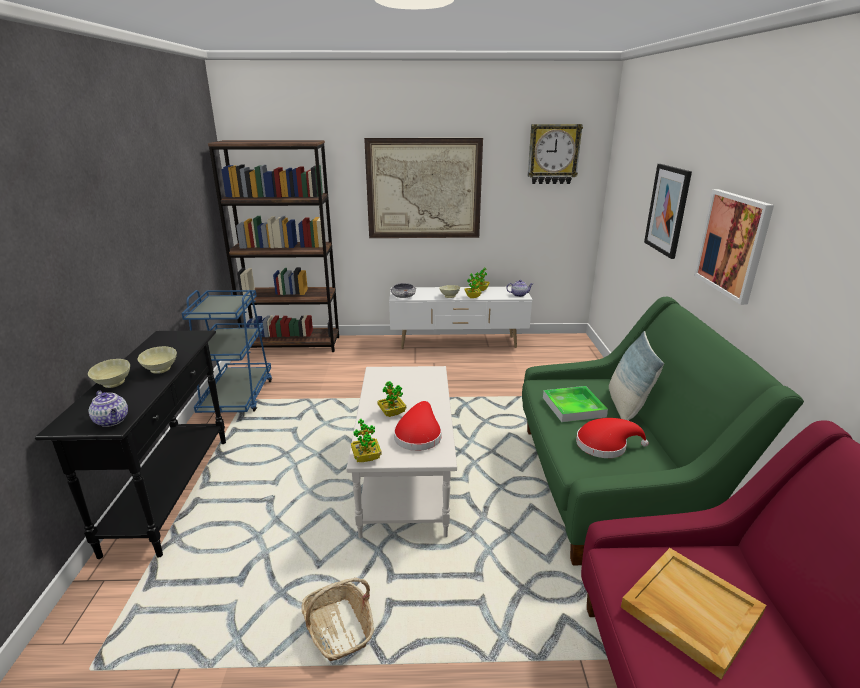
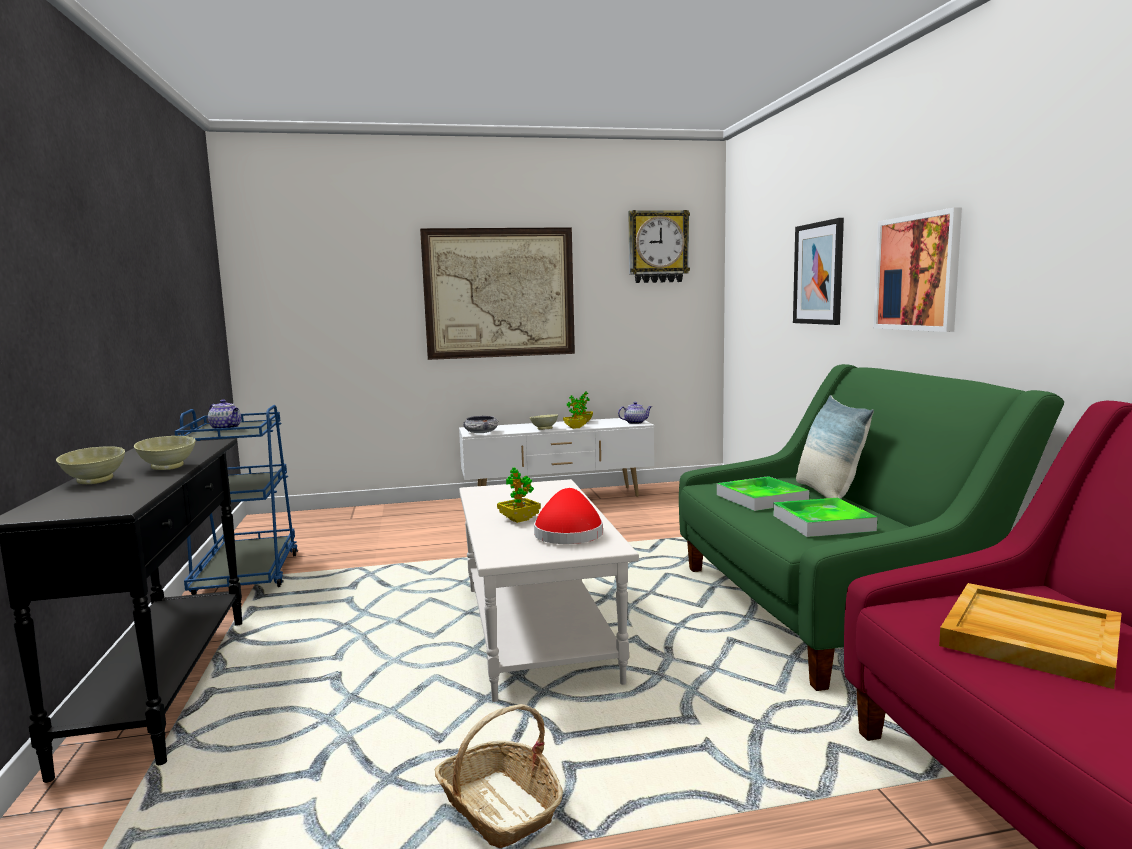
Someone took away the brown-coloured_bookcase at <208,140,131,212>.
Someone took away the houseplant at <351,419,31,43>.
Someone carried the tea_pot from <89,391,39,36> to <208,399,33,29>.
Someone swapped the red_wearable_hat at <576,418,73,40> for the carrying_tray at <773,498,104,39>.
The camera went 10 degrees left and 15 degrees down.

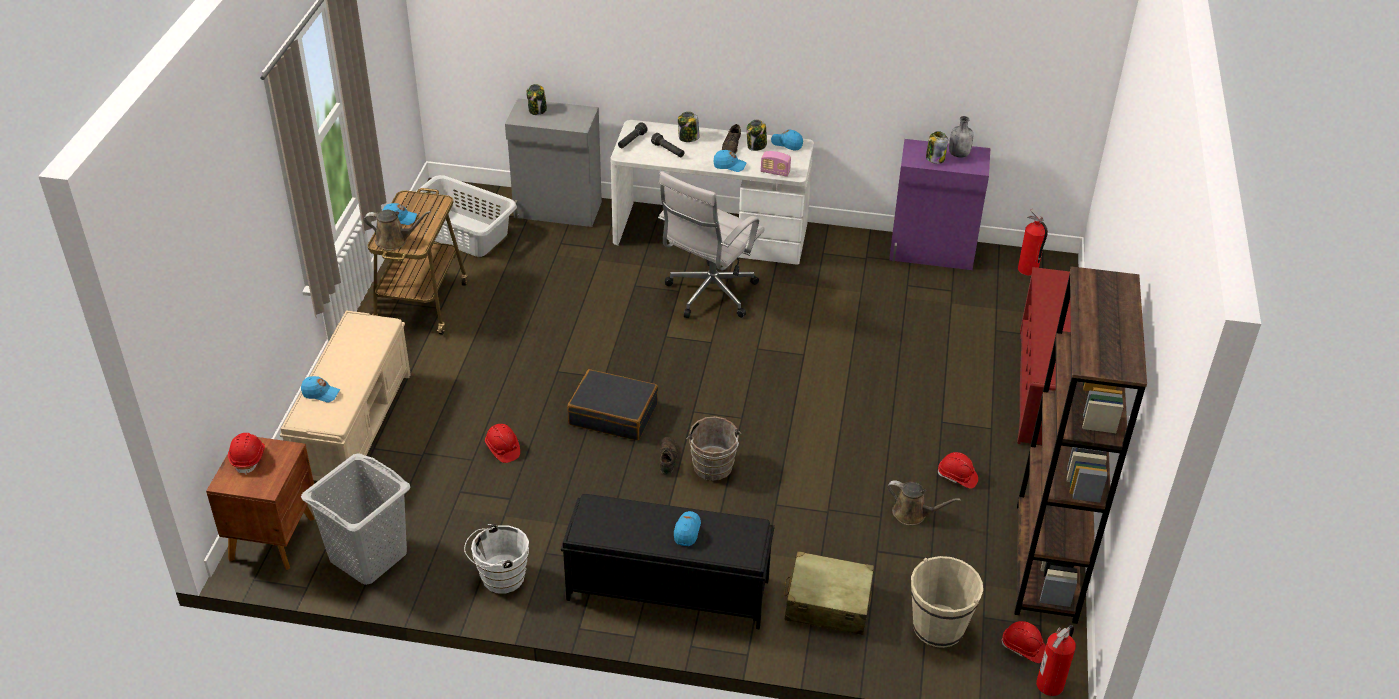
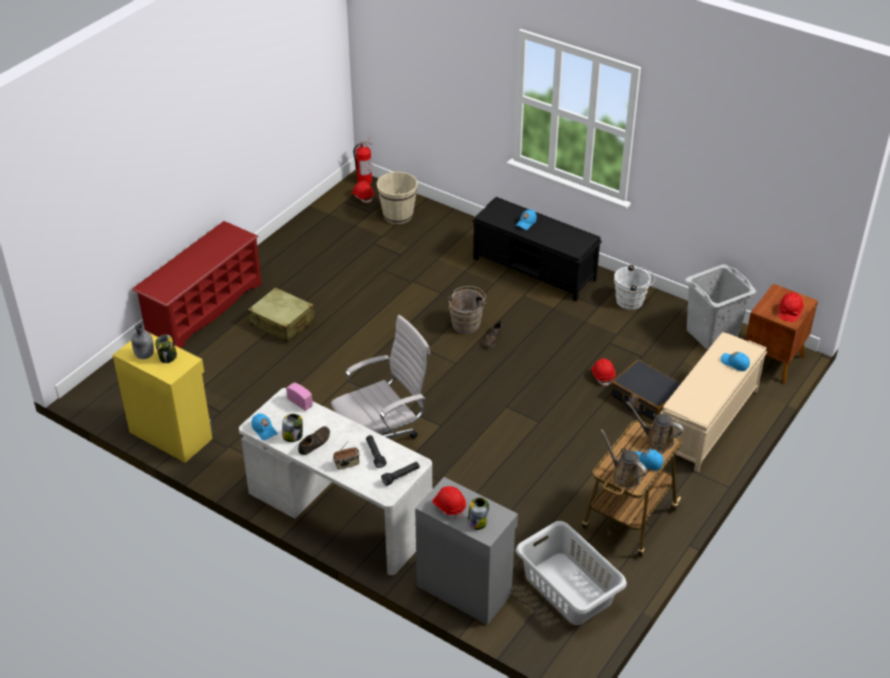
Someone took away the blue_peaked_cap at <714,150,33,22>.
Someone took away the brown-coloured_bookcase at <1014,266,133,358>.
Someone took away the extinguisher at <1018,209,30,67>.
Someone carried the black_travel_case from <567,369,91,71> to <611,360,70,61>.
Someone carried the sand-coloured_travel_case from <784,551,90,84> to <248,287,67,55>.
Someone carried the brown-coloured_watering_can from <887,480,74,45> to <601,429,46,59>.
Someone carried the red_safety_helmet from <937,452,41,37> to <432,486,34,33>.
Someone swapped the preserve_jar at <678,112,21,30> for the radio at <333,442,27,28>.
Someone repainted the purple-coloured_storage_cabinet at <889,139,101,131>, which became the yellow_storage_cabinet at <113,330,100,133>.
The camera went 155 degrees left and 0 degrees up.

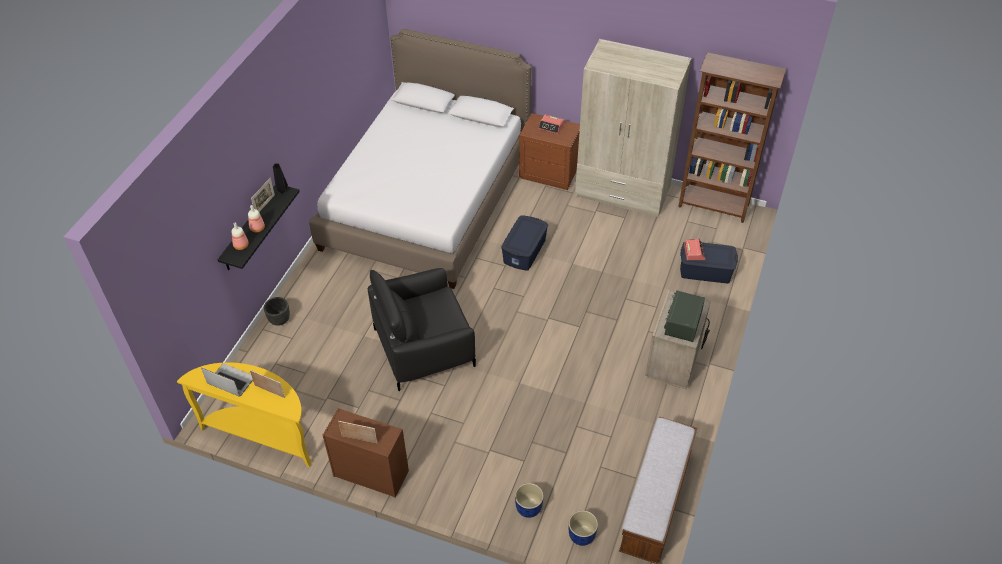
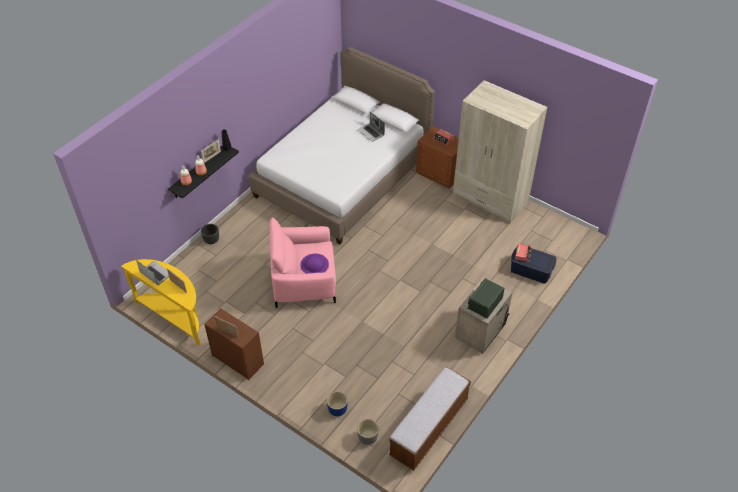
Someone took away the blue_storage_box at <501,215,47,56>.
Someone took away the brown-coloured_bookcase at <678,52,108,171>.
Someone put down the purple-coloured_wearable_hat at <300,254,29,20>.
Someone put down the laptop at <358,112,27,30>.
Someone repainted the black_lounge_chair at <368,268,108,123>, which became the pinkish_lounge_chair at <270,218,66,90>.
Someone repainted the blue_planter at <569,510,29,36>, which became the greyish_planter at <357,419,21,26>.
The camera went 15 degrees right and 0 degrees up.

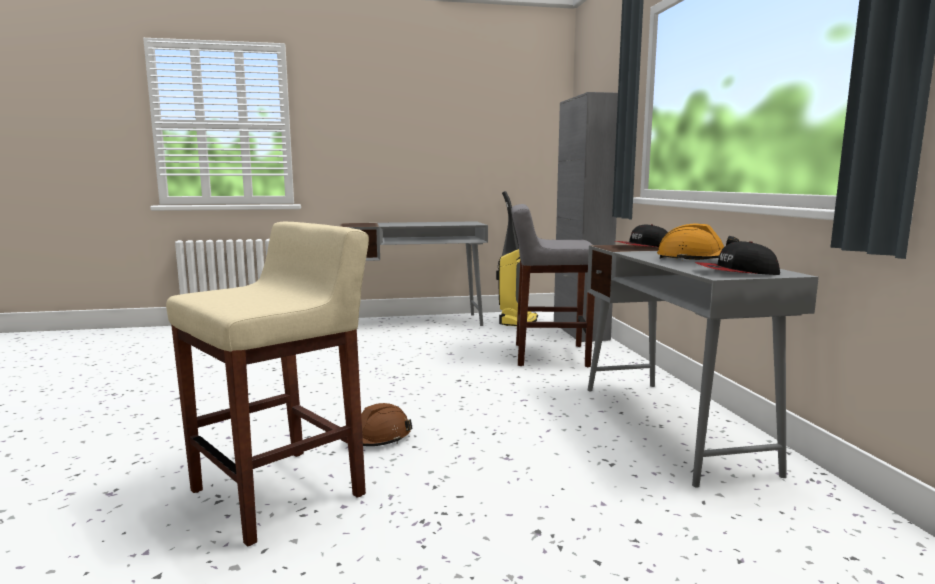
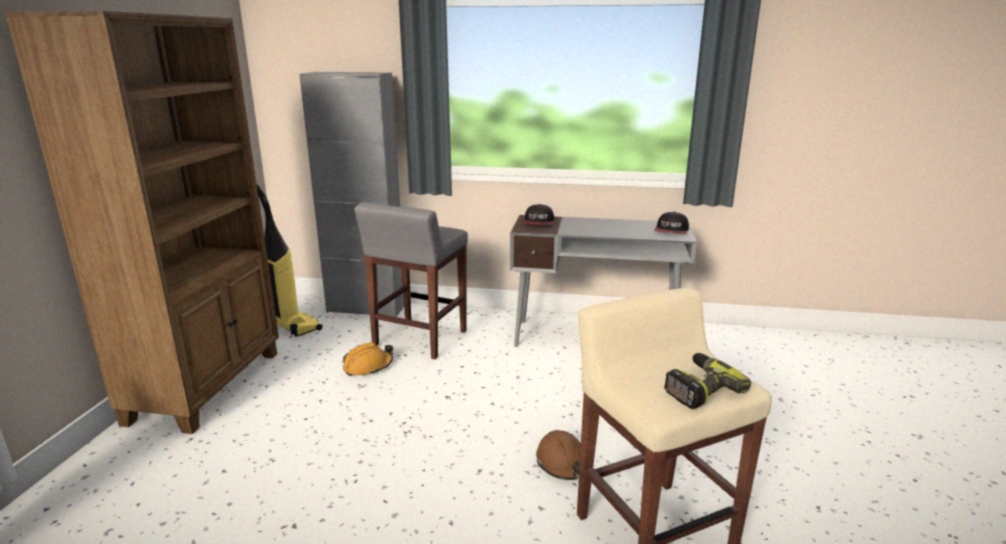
Someone put down the power_drill at <664,353,87,56>.
Someone carried the orangey_safety_helmet from <657,224,82,37> to <343,342,50,34>.
Someone swapped the greyish_desk_table at <339,221,149,105> for the brown-coloured_bookcase at <4,11,275,423>.
The camera went 70 degrees left and 10 degrees up.

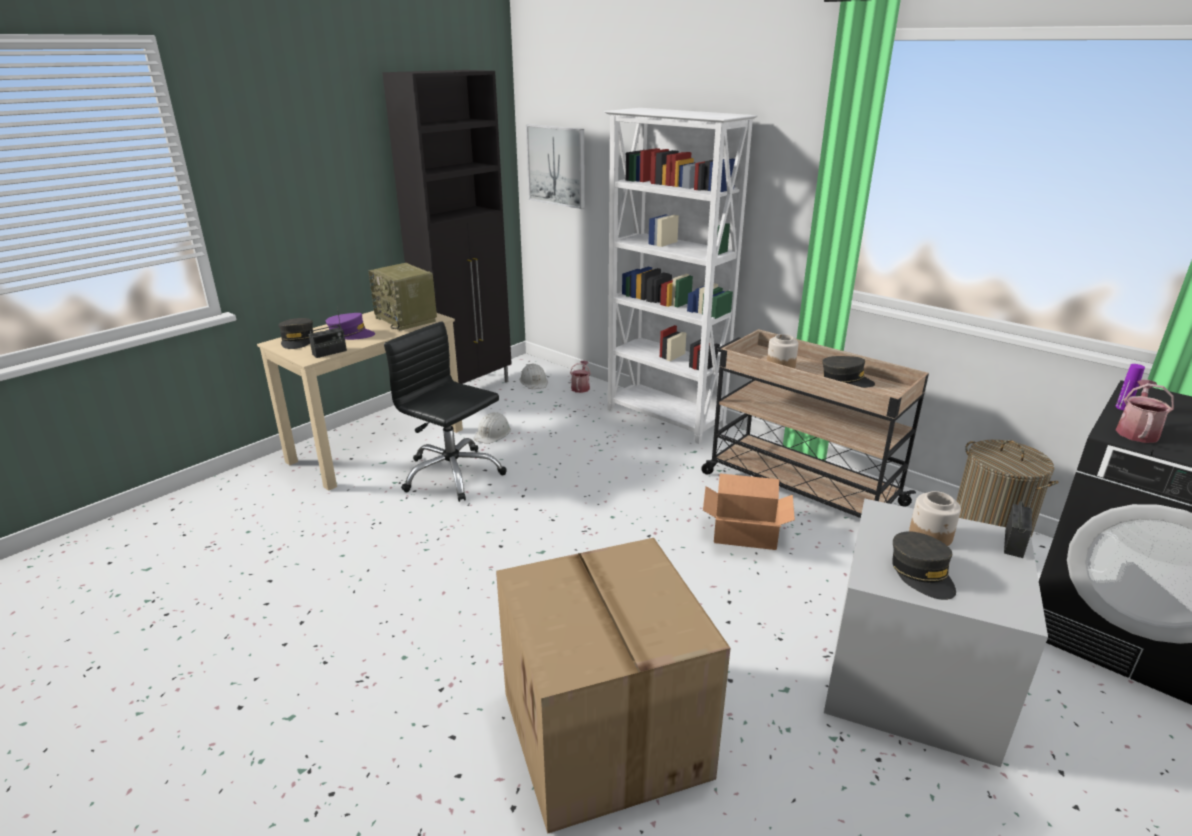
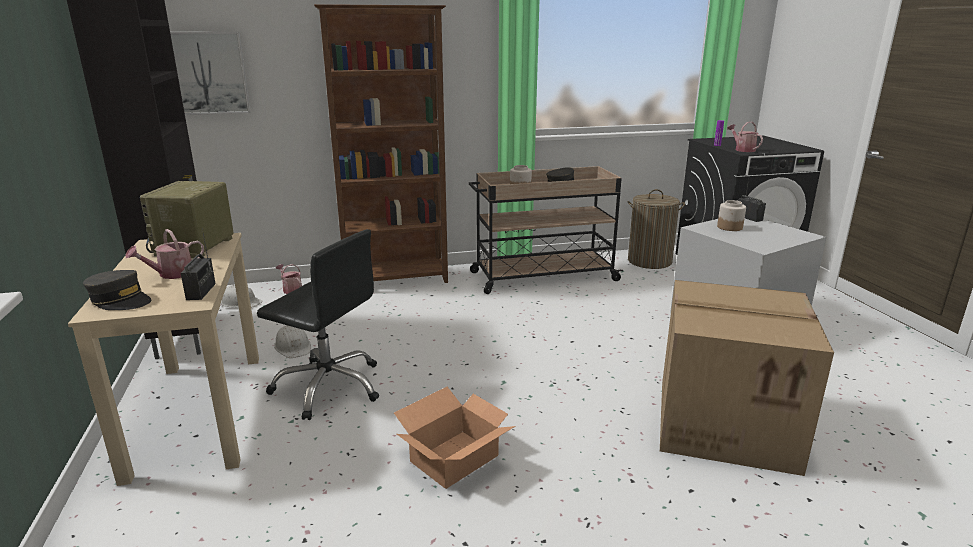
Someone took away the greyish_peaked_cap at <892,531,64,69>.
Someone carried the packing_box from <703,474,92,76> to <394,387,121,102>.
Someone swapped the purple-coloured_peaked_cap at <326,313,49,27> for the watering_can at <125,229,79,50>.
Someone repainted the whitish_bookcase at <604,108,154,336>, which became the brown-coloured_bookcase at <314,4,134,279>.
Someone rotated the radio at <368,263,69,68> by 105 degrees clockwise.
Someone rotated the black_computer_chair at <384,321,123,181> by 135 degrees counterclockwise.
The camera went 55 degrees left and 5 degrees down.

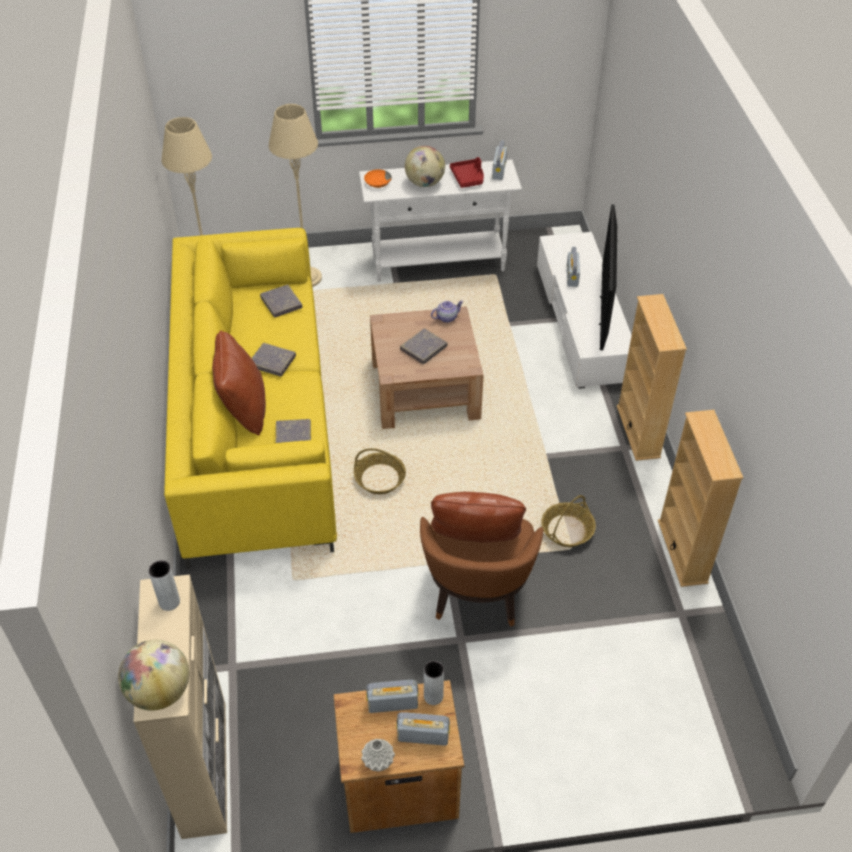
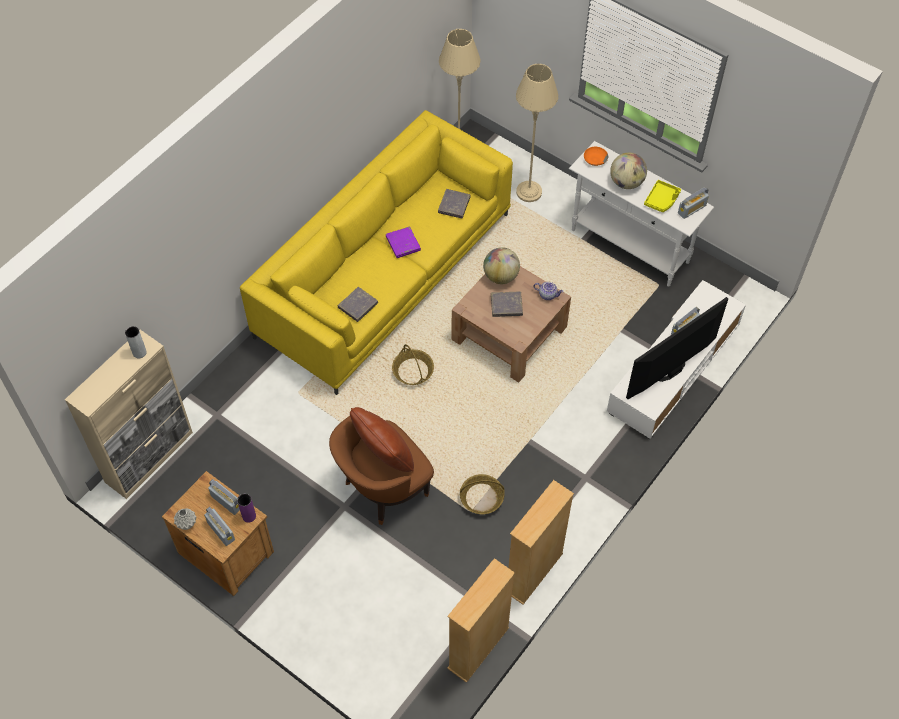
Someone took away the brown-coloured_throw_pillow at <212,330,54,105>.
Someone carried the desk_globe from <118,640,71,71> to <483,247,37,37>.
Someone carried the sand-coloured_bookcase from <617,294,70,167> to <447,558,68,125>.
Someone repainted the greyish_volume at <252,343,44,33>, which became the purple-coloured_volume at <386,226,35,32>.
Someone repainted the greyish_flower_vase at <424,661,20,44>, which became the purple-coloured_flower_vase at <237,494,19,29>.
Someone repainted the red_carrying_tray at <450,157,34,31>, which became the yellow_carrying_tray at <644,180,37,32>.
The camera went 45 degrees right and 10 degrees up.

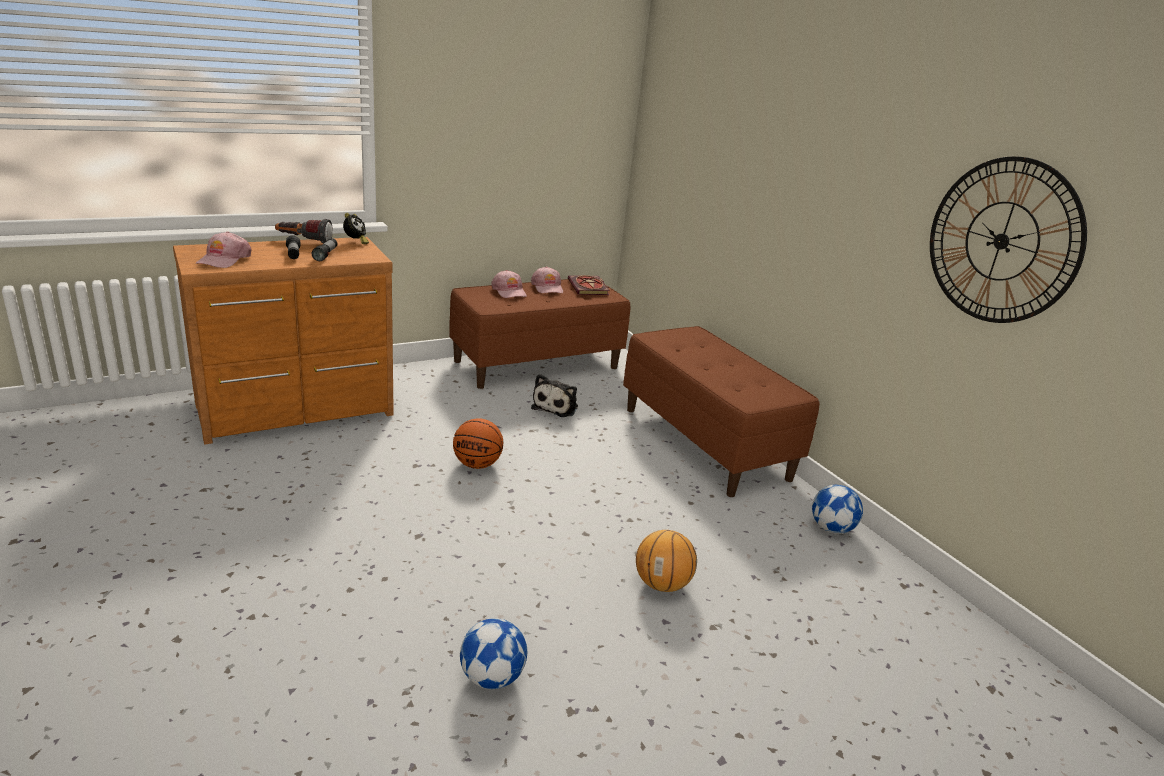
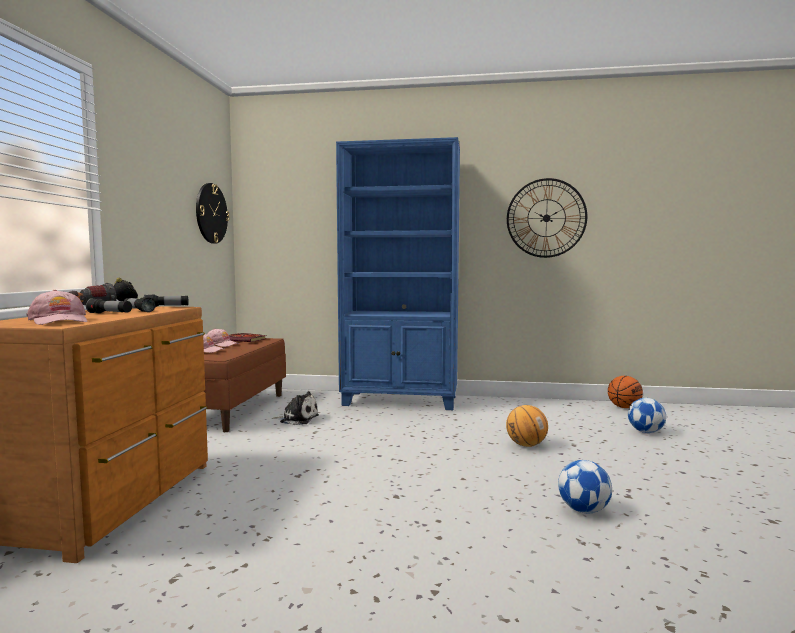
Someone put down the torch at <144,294,44,13>.
Someone put up the hanging_clock at <196,183,34,61>.
Someone carried the basketball from <453,418,50,51> to <608,376,35,32>.
Someone carried the football_ball from <812,485,51,49> to <628,398,38,35>.
Someone swapped the brown-coloured_long_seat at <623,326,196,171> for the blue_bookcase at <336,137,124,273>.
Someone rotated the soft_toy at <531,374,47,43> by 45 degrees counterclockwise.
The camera went 50 degrees left and 20 degrees down.

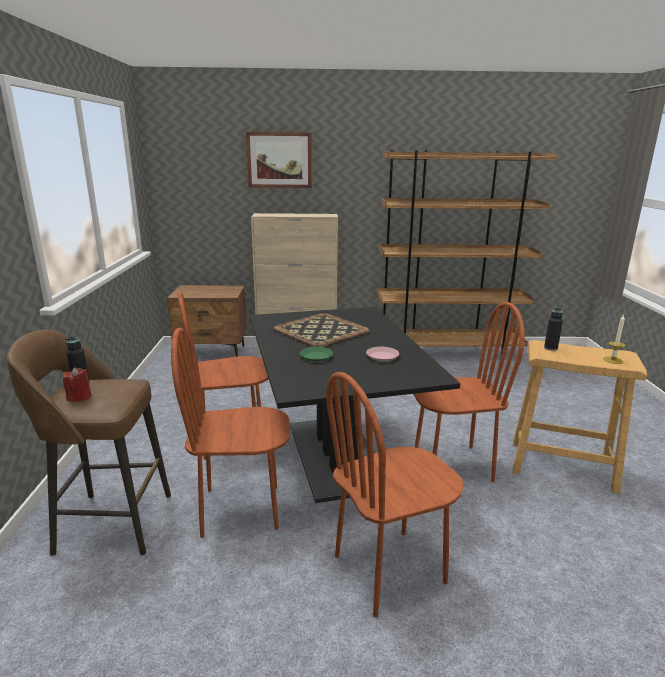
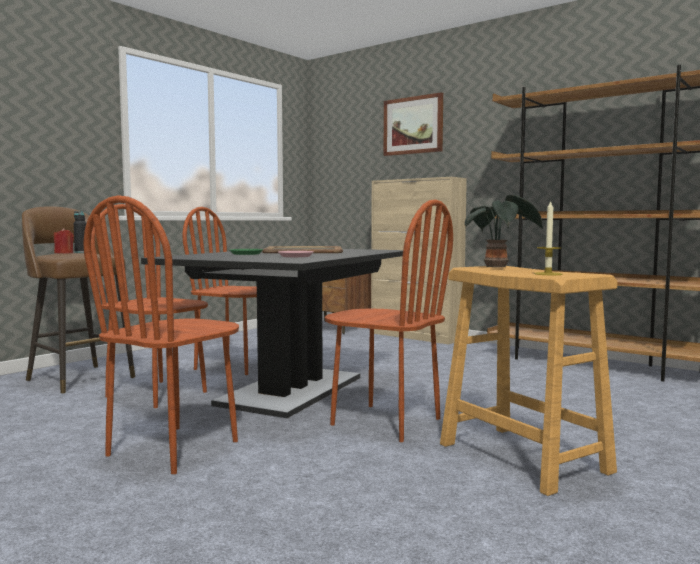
Someone swapped the black_drink_bottle at <544,307,19,44> for the houseplant at <464,195,80,72>.
Someone rotated the brown-coloured_chair at <326,372,138,246> by 75 degrees counterclockwise.
The camera went 40 degrees right and 15 degrees down.

